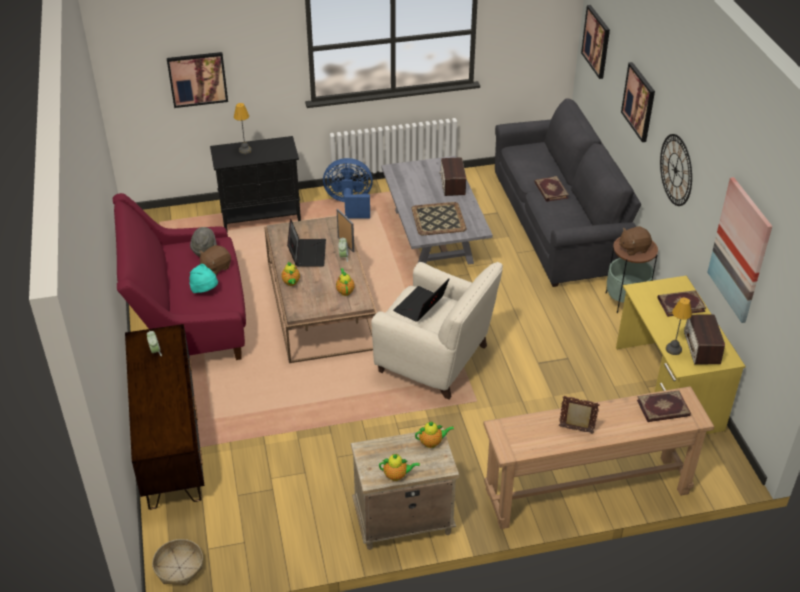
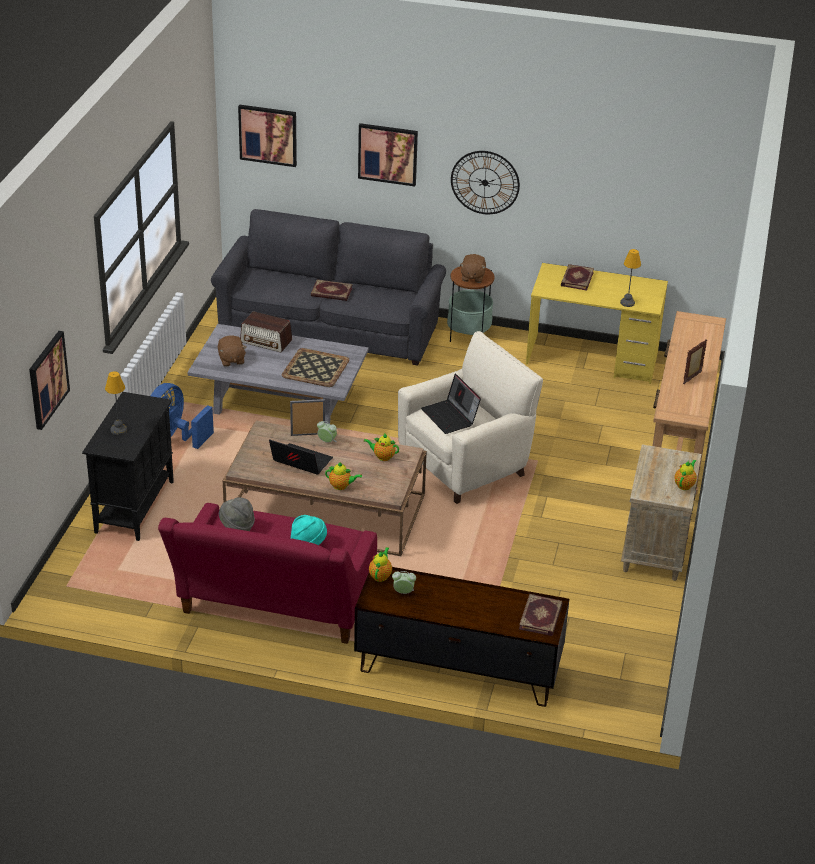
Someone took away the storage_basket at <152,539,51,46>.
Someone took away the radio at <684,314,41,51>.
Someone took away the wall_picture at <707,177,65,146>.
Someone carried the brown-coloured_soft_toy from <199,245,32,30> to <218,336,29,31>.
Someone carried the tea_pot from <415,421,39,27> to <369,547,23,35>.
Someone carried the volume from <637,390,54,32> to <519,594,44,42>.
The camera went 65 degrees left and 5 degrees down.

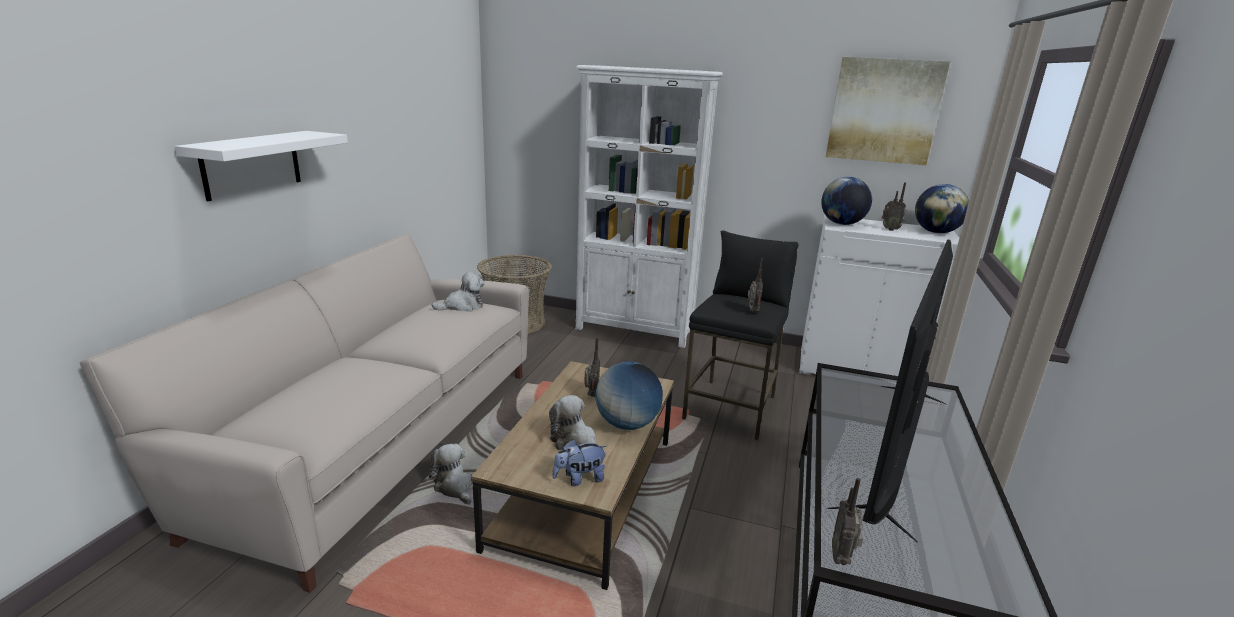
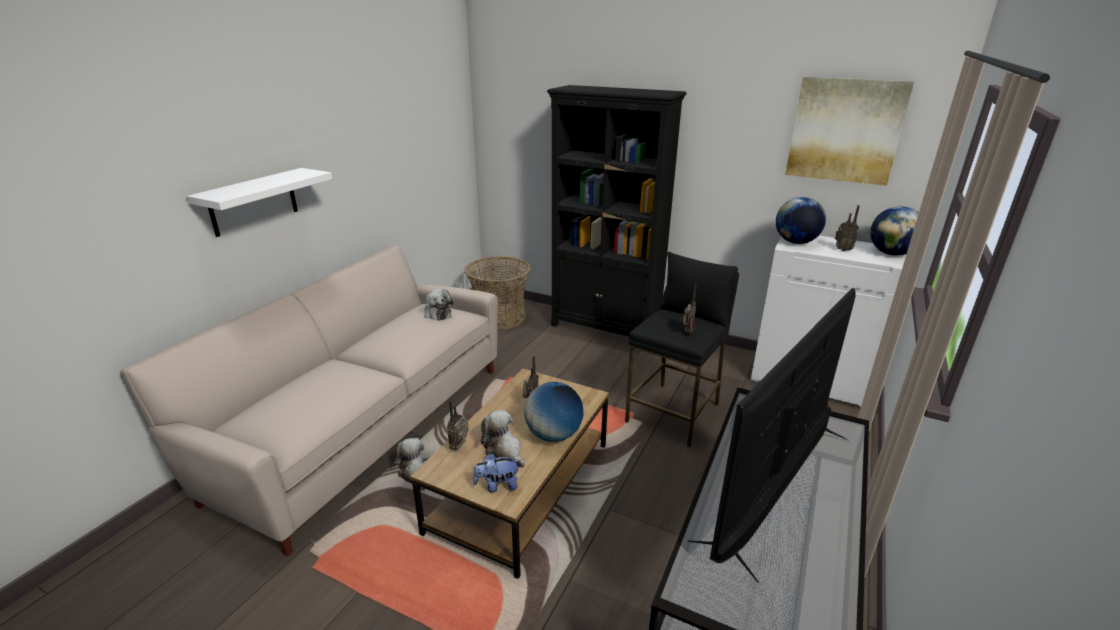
Someone carried the radio from <832,478,31,87> to <447,400,22,50>.
Someone repainted the whitish_bookcase at <575,65,148,283>, which became the black_bookcase at <547,85,140,251>.
Someone rotated the soft_toy at <431,272,54,40> by 75 degrees clockwise.
The camera went 10 degrees right and 5 degrees up.

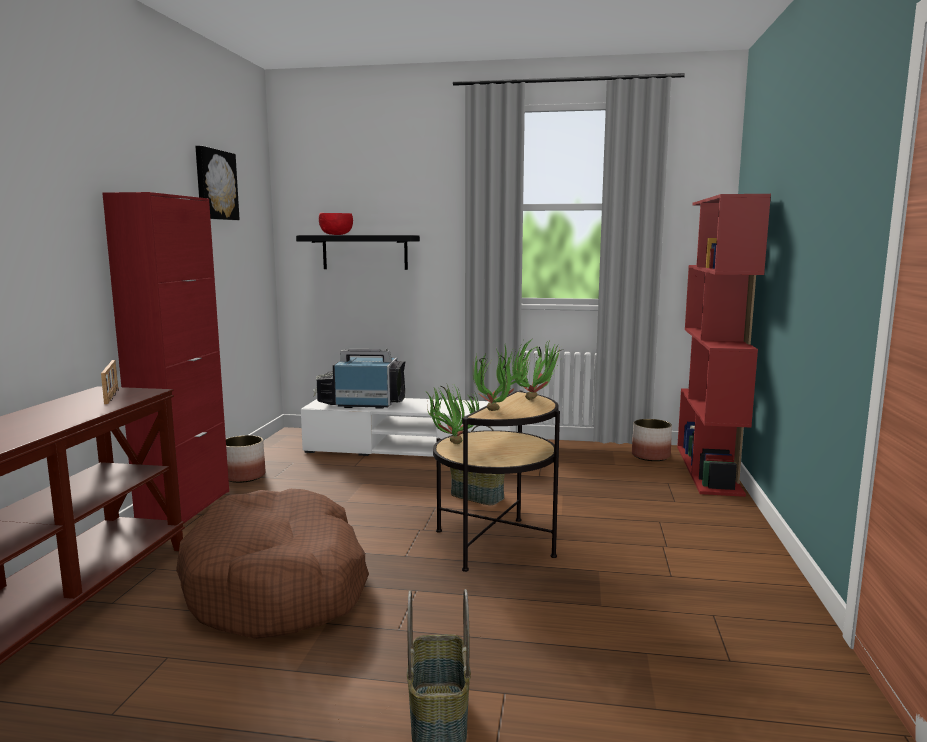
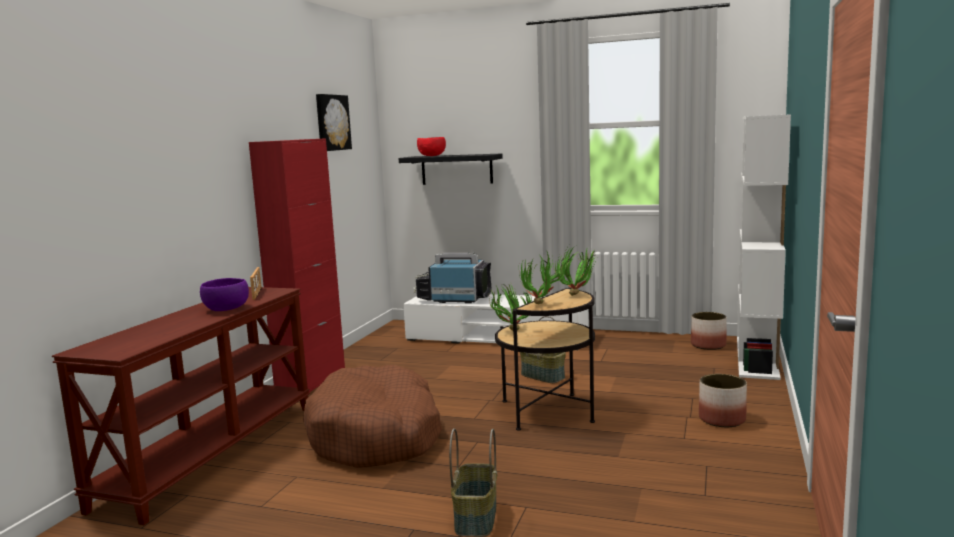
Someone put down the purple-coloured_deep_dish at <200,278,49,33>.
Someone carried the planter from <226,435,39,48> to <699,374,48,53>.
Someone repainted the red_bookcase at <677,194,94,303>, which became the whitish_bookcase at <737,114,54,266>.
The camera went 10 degrees right and 0 degrees up.

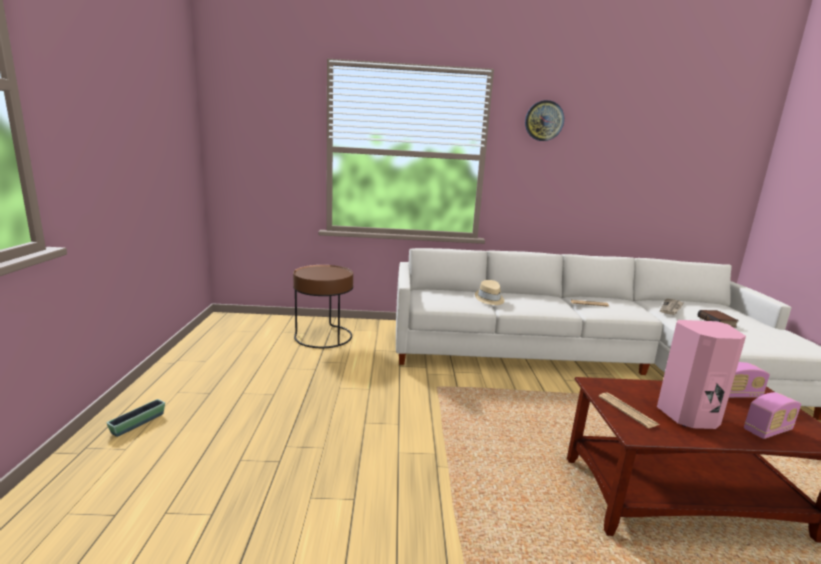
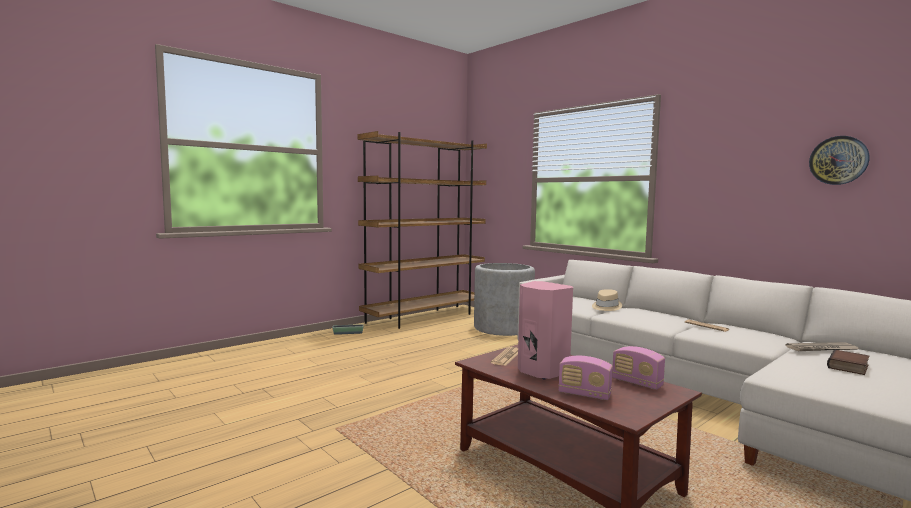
Someone put down the brown-coloured_bookcase at <357,131,130,198>.
Someone carried the hanging_clock from <525,100,39,41> to <809,136,61,49>.
Someone swapped the brown-coloured_side_table at <293,265,60,83> for the greyish_planter at <474,263,61,73>.
The camera went 50 degrees right and 10 degrees down.

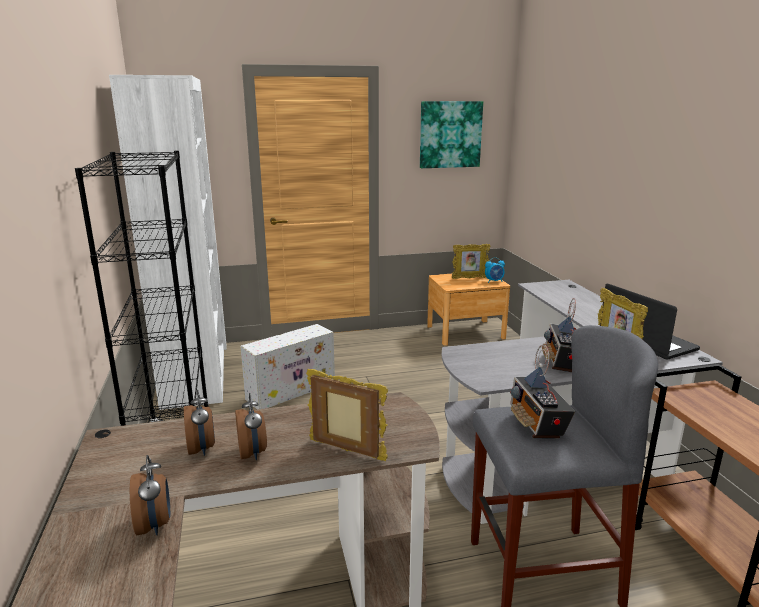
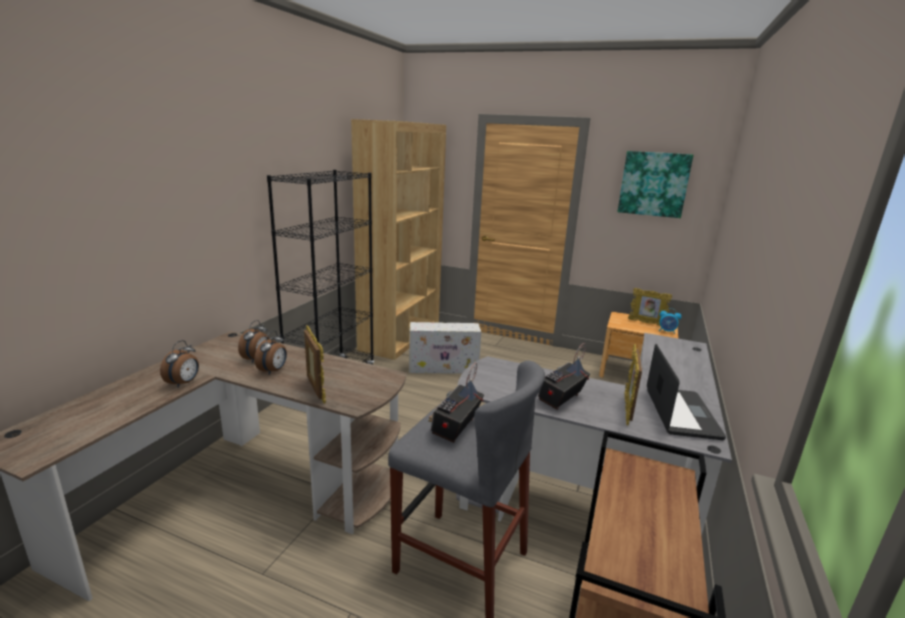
Someone repainted the whitish_bookcase at <109,75,118,335>, which became the brown-coloured_bookcase at <351,119,95,241>.
The camera went 35 degrees right and 0 degrees up.

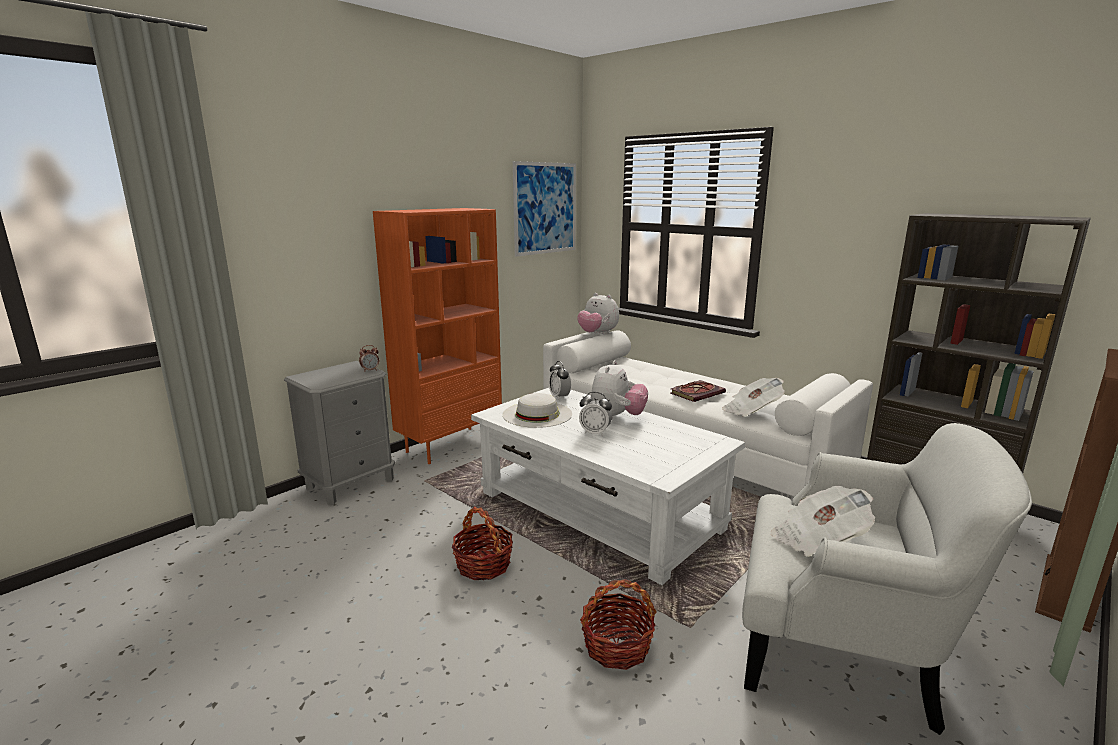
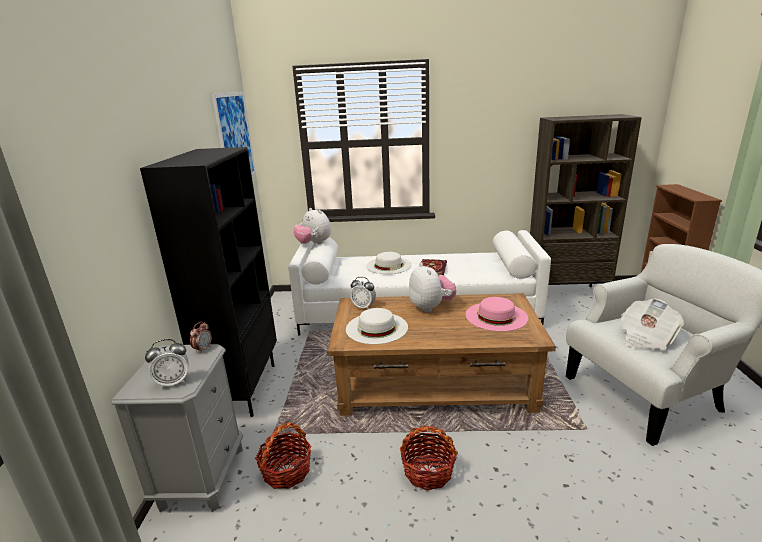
Someone took away the daily_paper at <722,378,62,39>.
Someone put down the whitish_wearable_hat at <366,252,45,22>.
Someone put down the pinkish_wearable_hat at <466,297,62,34>.
Someone carried the table_clock from <579,392,33,44> to <145,339,44,50>.
Someone carried the storage_basket from <580,579,77,91> to <255,422,56,67>.
Someone repainted the orangey_bookcase at <373,208,129,256>, which became the black_bookcase at <140,147,137,270>.
Someone repainted the whitish_low_table at <471,388,274,197>, which became the brown-coloured_low_table at <327,293,229,123>.
Someone rotated the soft_toy at <577,293,42,41> by 45 degrees clockwise.
The camera went 40 degrees left and 5 degrees up.

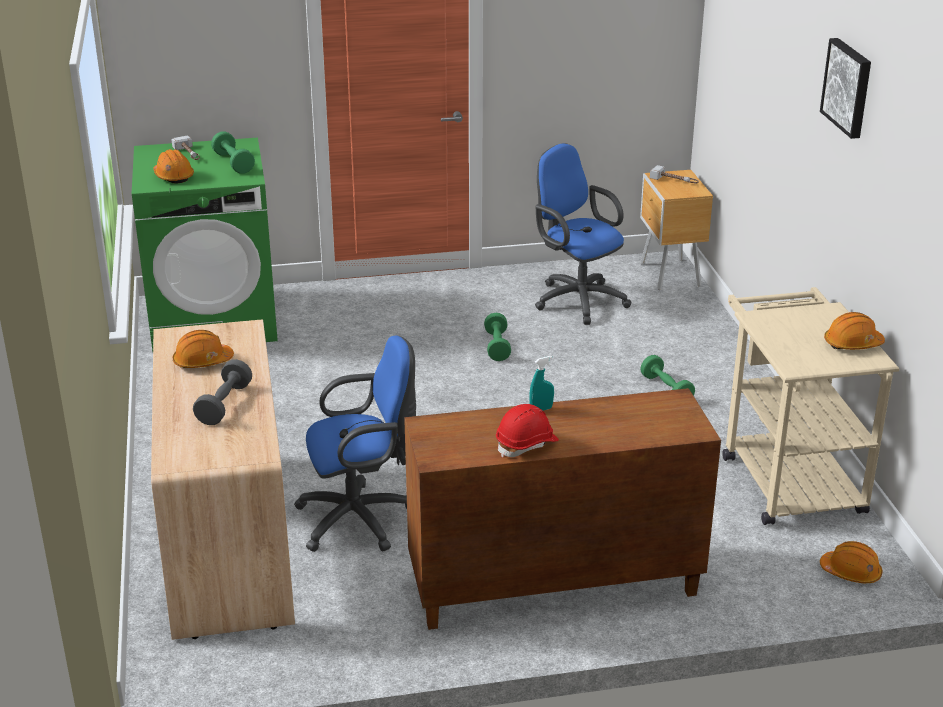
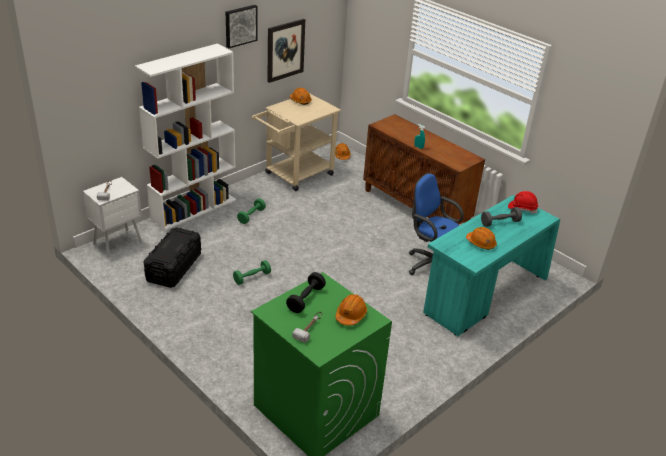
Someone put down the whitish_bookcase at <135,44,101,187>.
Someone put up the wall_picture at <267,19,38,64>.
Someone carried the red_safety_helmet from <496,404,63,53> to <508,191,30,22>.
Someone swapped the blue_computer_chair at <535,143,96,182> for the black_storage_box at <143,227,58,61>.
Someone repainted the sand-coloured_desk_table at <151,319,144,321>, which became the turquoise-coloured_desk_table at <423,195,137,141>.
Someone repainted the green-coloured_hand_weight at <211,131,44,43>, which became the black_hand_weight at <286,272,40,41>.
Someone repainted the brown-coloured_bedside_table at <640,170,73,120>, which became the whitish_bedside_table at <83,177,59,80>.
The camera went 125 degrees left and 5 degrees up.

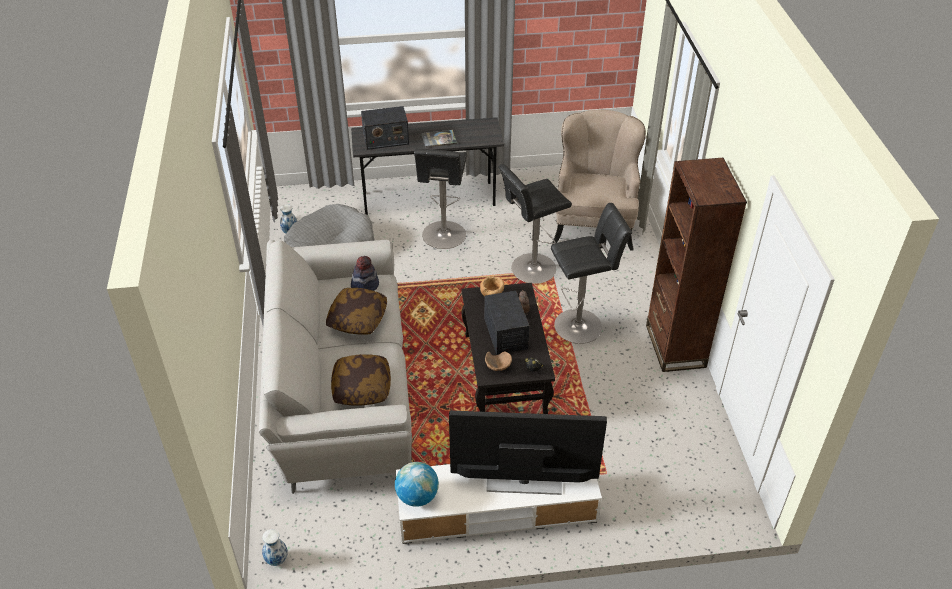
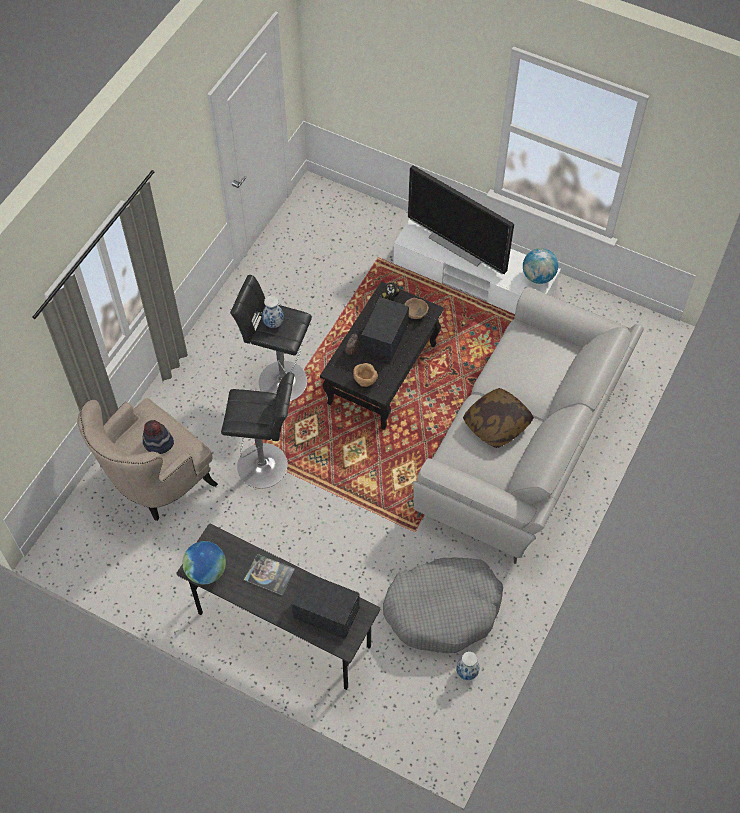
Someone took away the throw_pillow at <331,354,60,52>.
Someone took away the black_stool_seat at <414,149,53,100>.
Someone took away the brown-coloured_bookcase at <646,158,101,214>.
Someone put down the desk_globe at <182,541,44,43>.
Someone carried the flower_vase from <262,529,26,37> to <262,296,22,32>.
Someone carried the wearable_hat from <351,256,28,35> to <143,420,31,34>.
The camera went 145 degrees left and 15 degrees up.

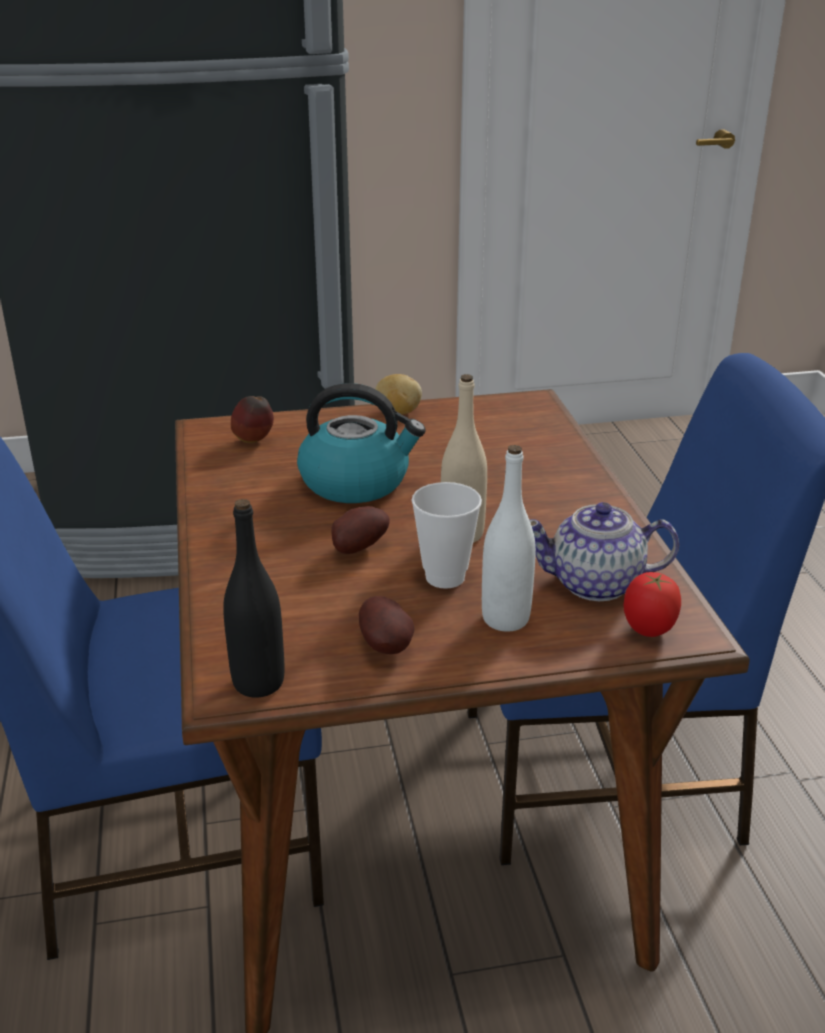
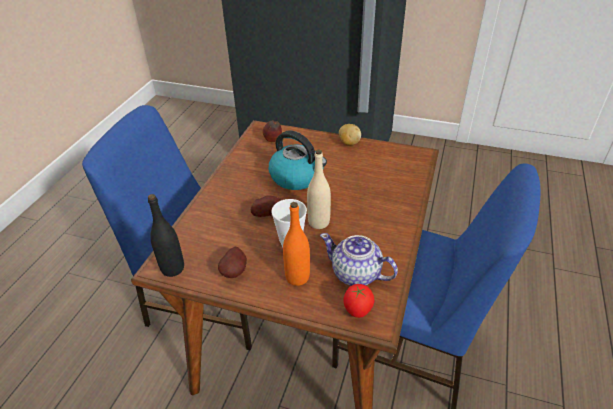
Someone repainted the whitish_drink_bottle at <482,445,54,187>, which became the orangey_drink_bottle at <283,202,27,84>.
The camera went 30 degrees right and 10 degrees up.

